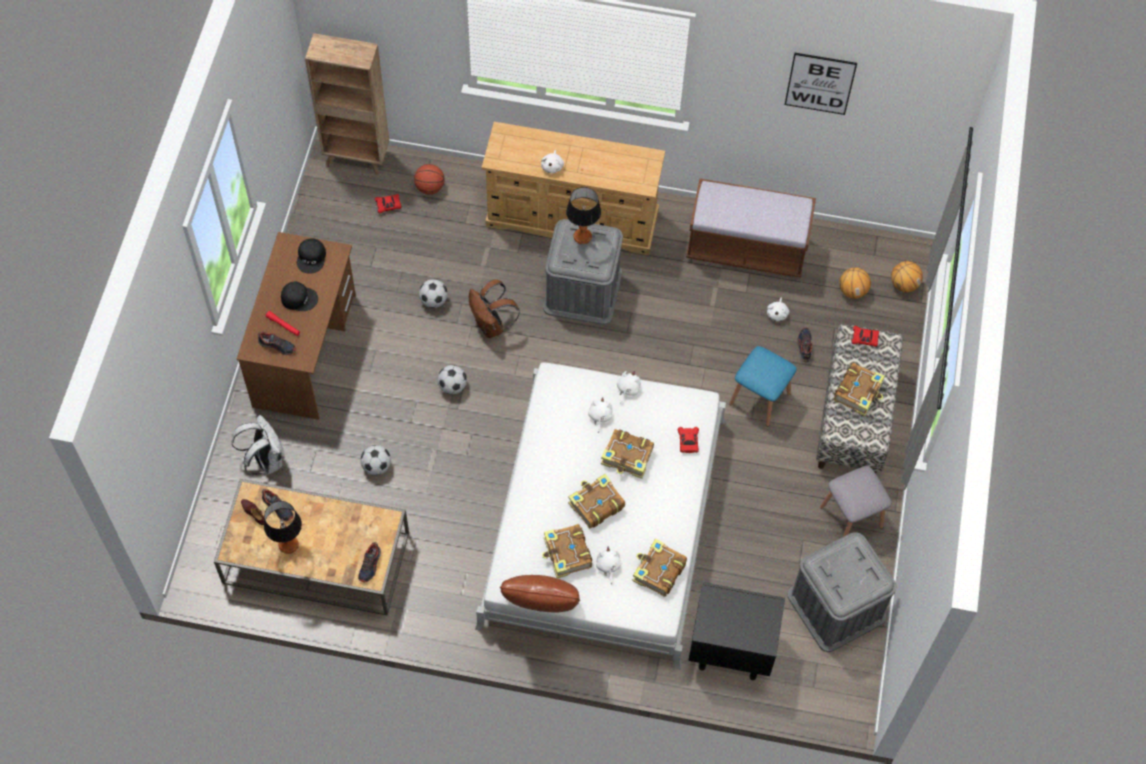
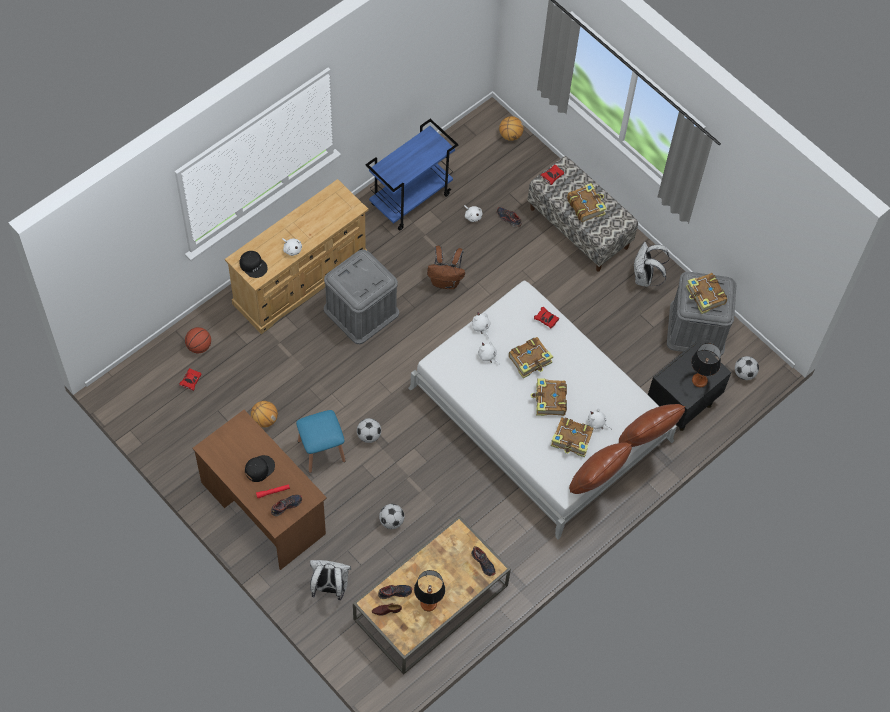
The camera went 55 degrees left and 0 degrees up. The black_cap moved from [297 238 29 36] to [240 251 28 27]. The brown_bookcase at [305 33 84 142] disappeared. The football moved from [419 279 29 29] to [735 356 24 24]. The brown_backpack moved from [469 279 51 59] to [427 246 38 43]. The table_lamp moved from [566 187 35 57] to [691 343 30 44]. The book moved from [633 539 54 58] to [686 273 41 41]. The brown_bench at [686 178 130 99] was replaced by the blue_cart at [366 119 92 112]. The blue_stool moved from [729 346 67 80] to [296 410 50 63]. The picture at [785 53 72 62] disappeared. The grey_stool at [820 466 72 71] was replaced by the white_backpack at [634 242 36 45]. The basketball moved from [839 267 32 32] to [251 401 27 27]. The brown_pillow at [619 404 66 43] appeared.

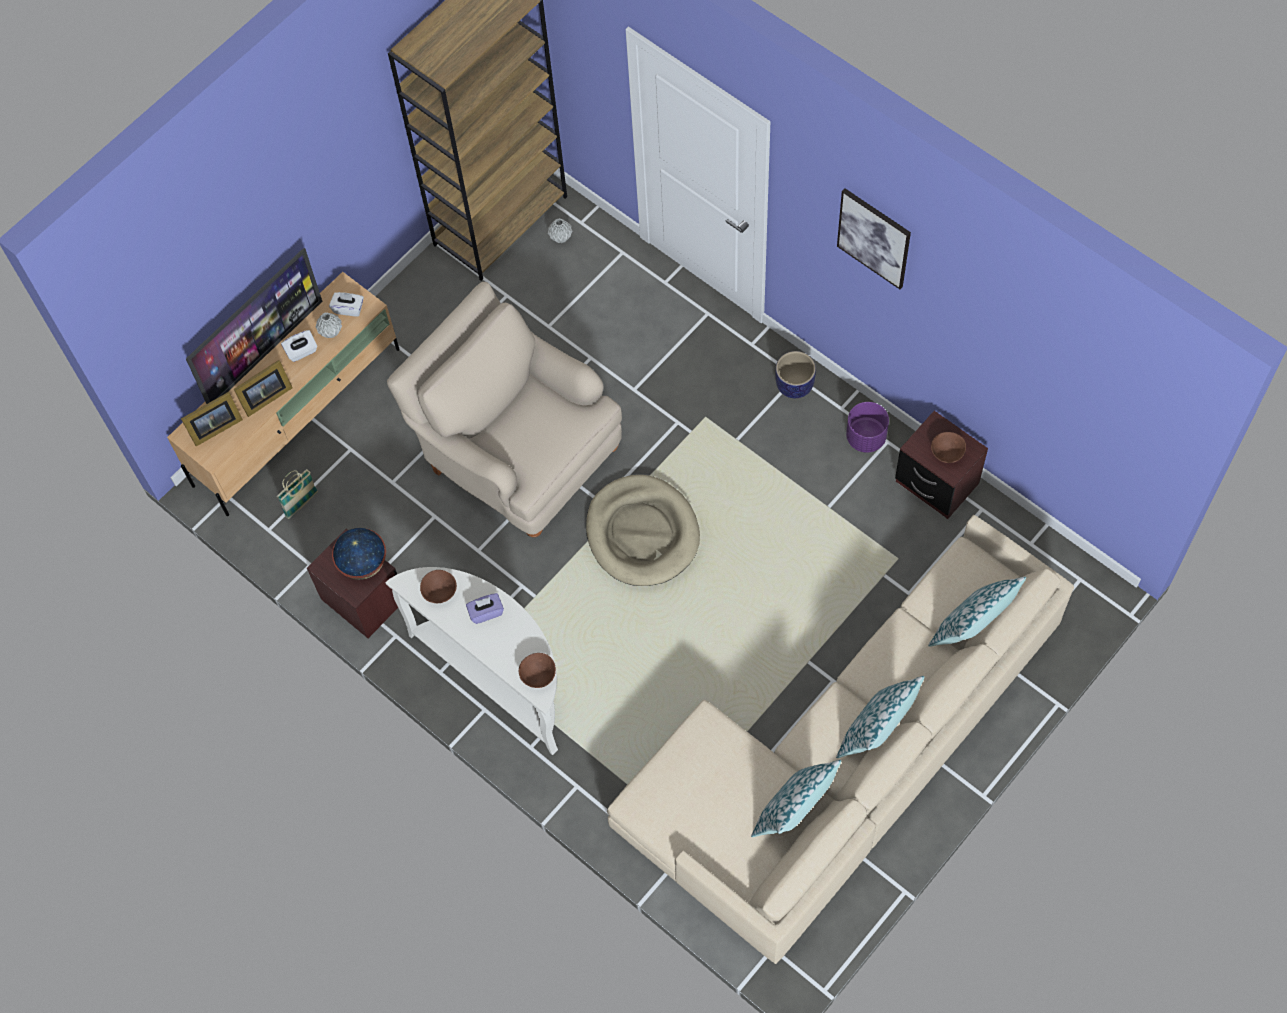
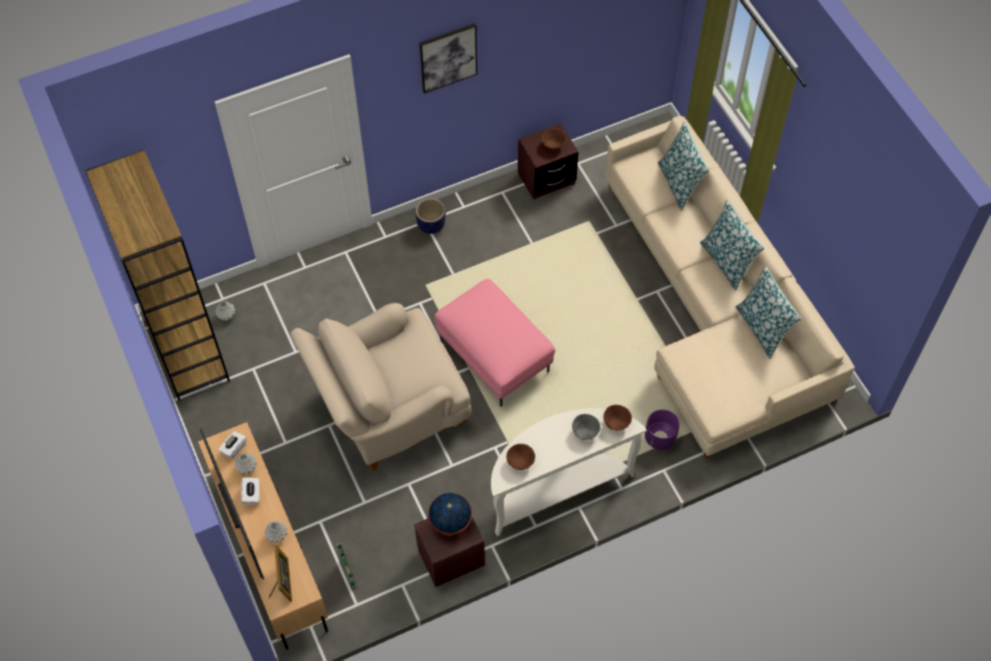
The camera went 70 degrees left and 5 degrees down. The picture_frame at [234 360 59 57] was replaced by the grey_vase at [264 521 23 22]. The purple_tissue_box at [466 593 38 31] disappeared. The beige_dog_bed at [586 475 114 111] was replaced by the pink_ottoman at [435 279 121 128]. The purple_planter moved from [846 402 43 51] to [645 410 35 40]. The grey_bowl at [572 414 29 26] appeared.

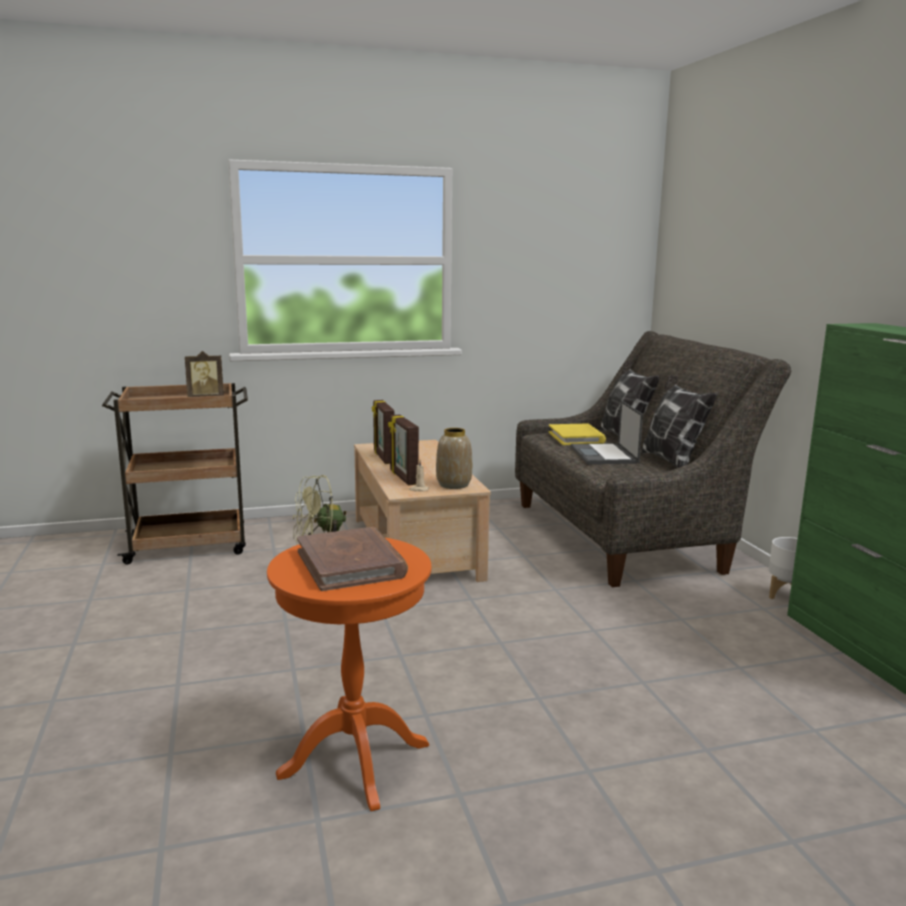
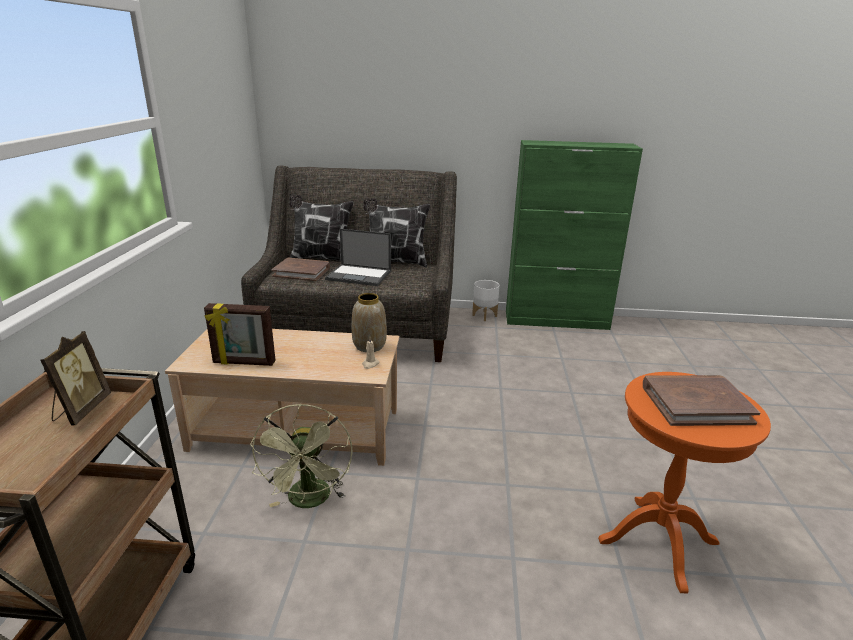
The camera went 70 degrees left and 10 degrees up. The picture_frame at [388 415 31 70] disappeared. The yellow_book at [548 424 58 21] became the brown_book at [271 258 59 23].

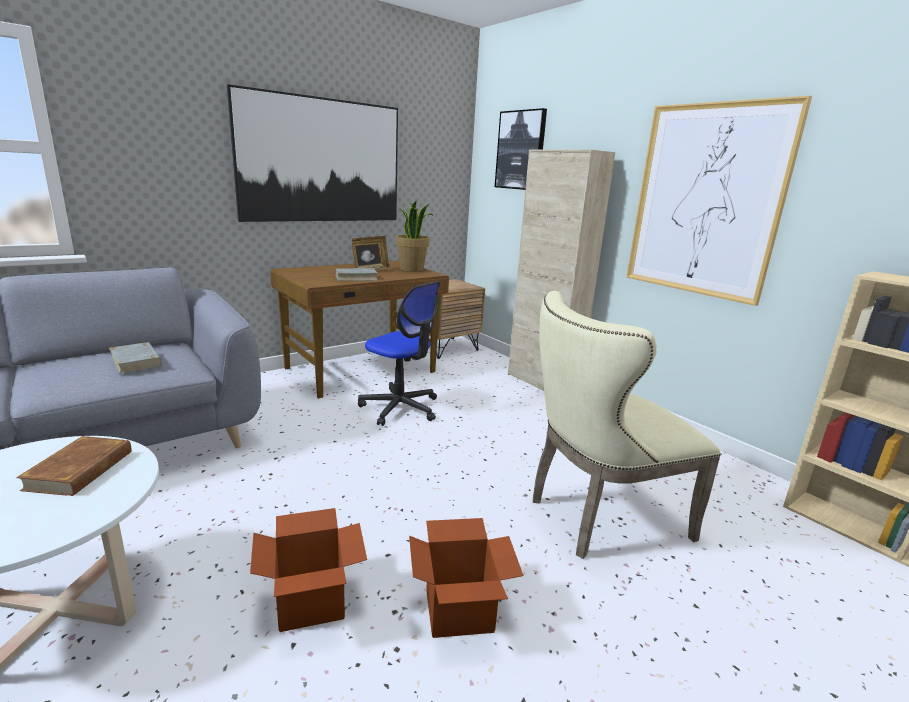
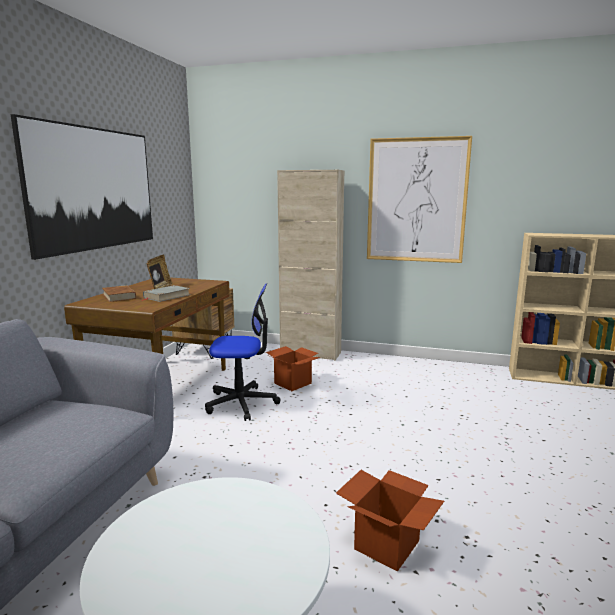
The camera went 35 degrees left and 5 degrees down. The brown_book moved from [16 436 116 60] to [102 285 34 17]. The grey_book at [109 342 53 32] disappeared. The potted_plant at [396 201 38 71] disappeared. The cardboard_box moved from [409 518 115 120] to [266 346 55 45]. The picture at [495 108 52 82] disappeared. The beige_chair at [533 291 188 268] disappeared.

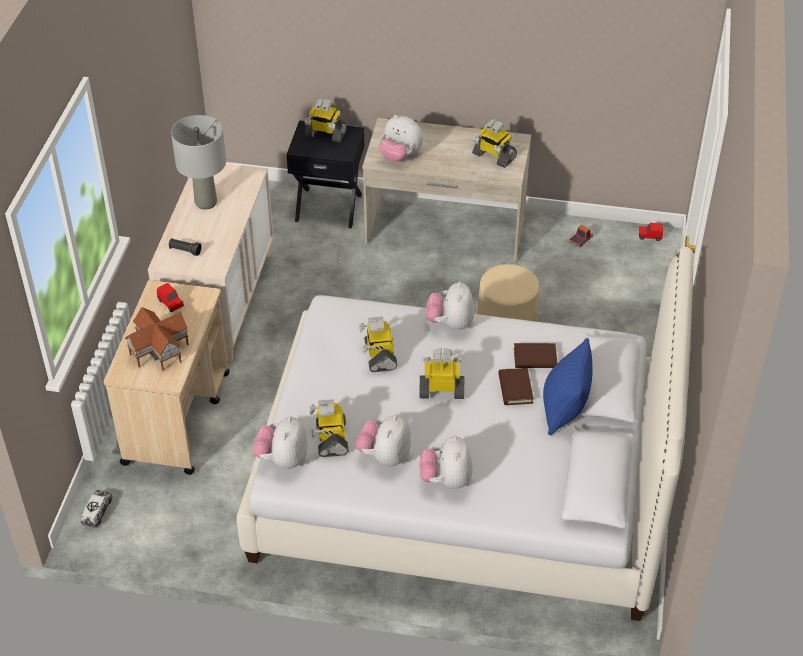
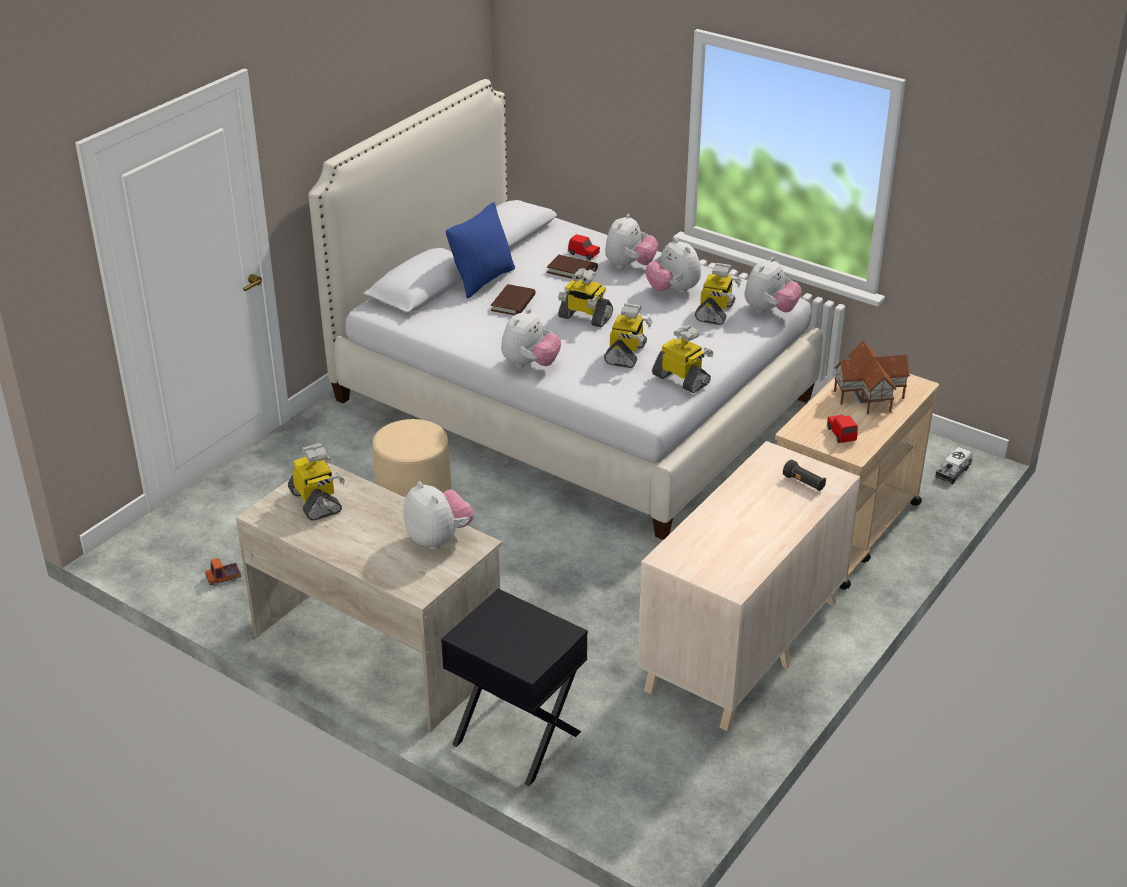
The camera went 155 degrees left and 10 degrees down. The grey_table_lamp at [171 115 55 95] disappeared. The toy_robot moved from [305 98 42 44] to [652 325 61 68]. The plush_toy at [356 415 55 51] turned 105 degrees clockwise. The brown_book moved from [514 343 43 25] to [547 255 51 24]. The red_toy_car moved from [639 223 24 18] to [568 234 32 26].

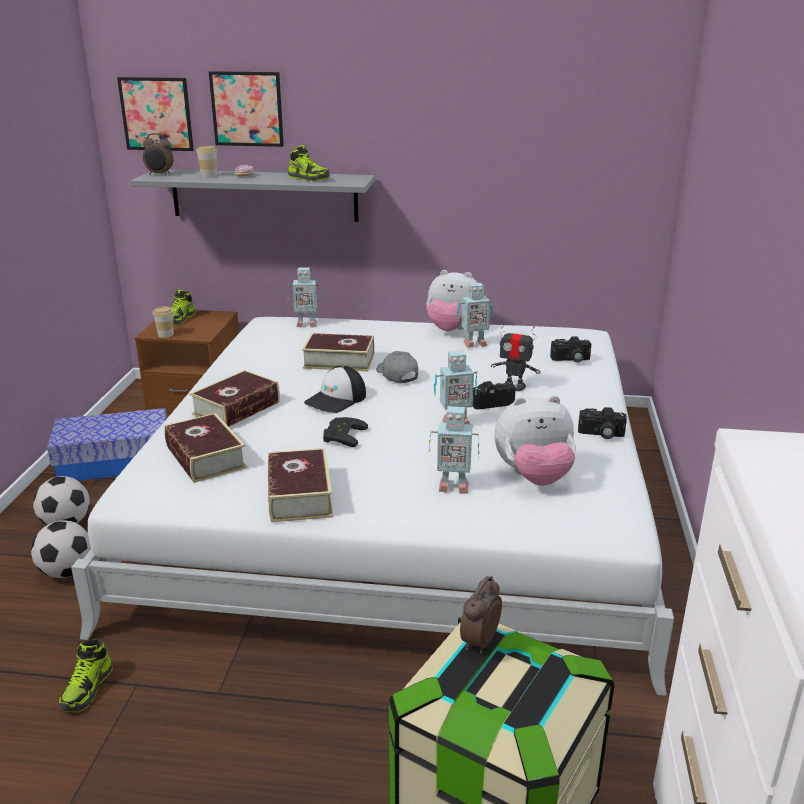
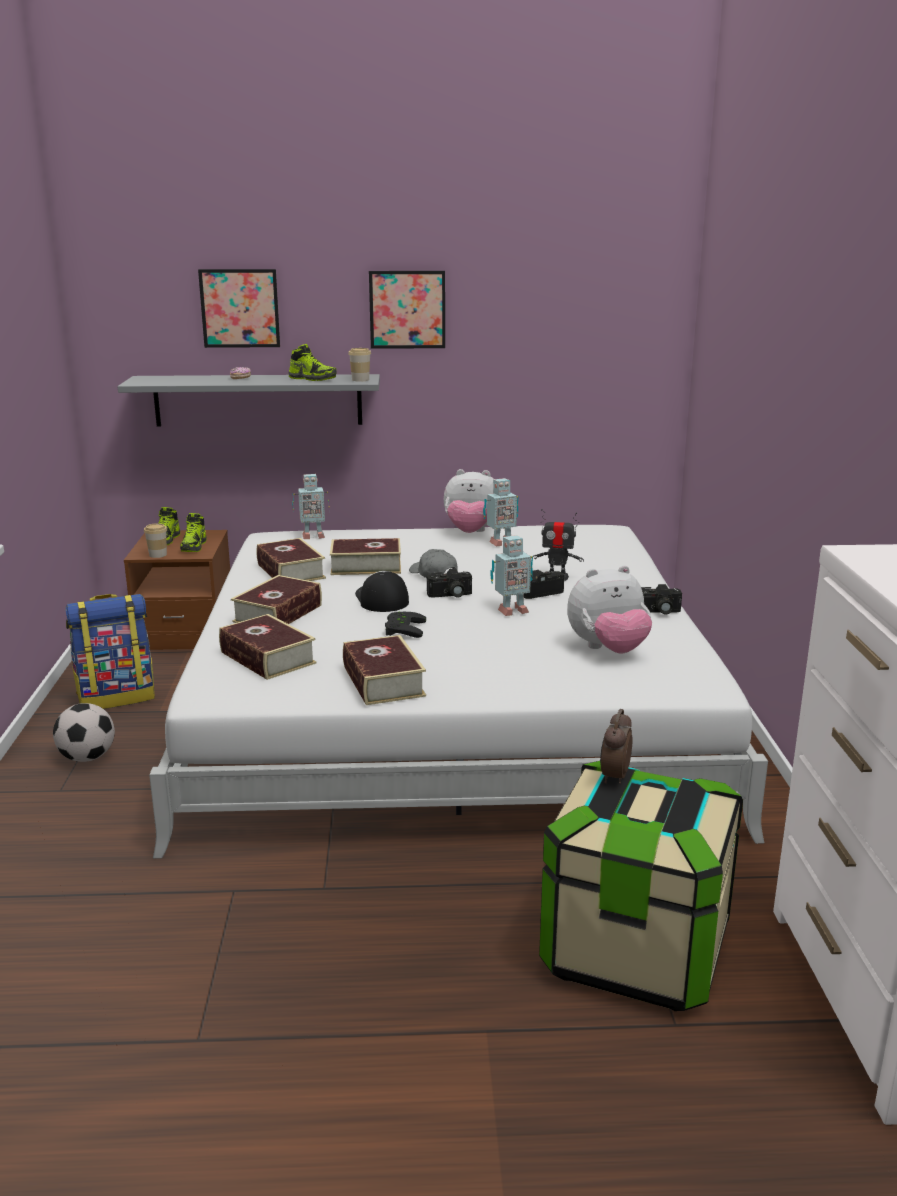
The camera went 10 degrees left and 5 degrees down. The football at [31 520 60 58] disappeared. The storage_box at [47 408 120 73] was replaced by the backpack at [65 594 90 115]. The shoe moved from [59 638 54 74] to [180 513 27 39]. The picture moved from [117 77 77 74] to [369 271 76 78]. The alarm_clock at [143 133 31 43] disappeared. The cup moved from [196 146 22 31] to [348 348 23 33]. The cap at [304 366 62 47] turned 135 degrees clockwise. The toy_robot at [429 406 50 88] disappeared. The photo_camera moved from [550 336 41 26] to [427 568 45 30]. The book at [256 538 70 43] appeared.

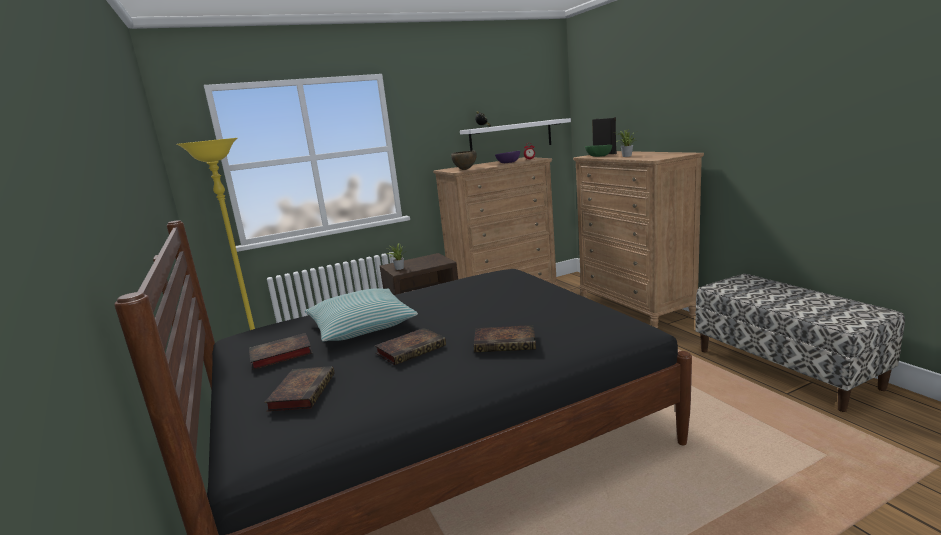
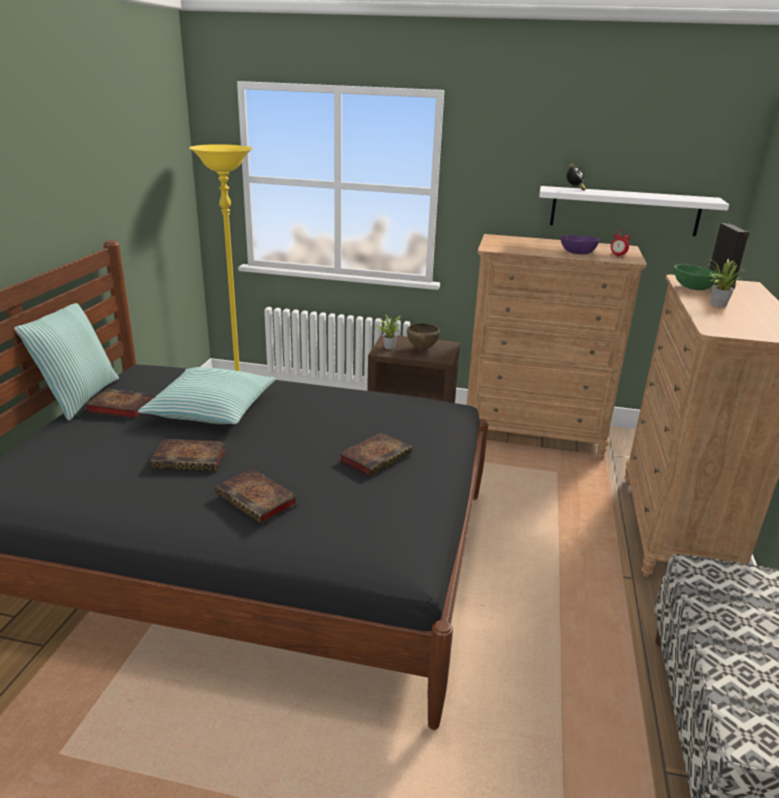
The camera went 35 degrees right and 10 degrees up. The book moved from [265 366 69 45] to [339 432 73 45]. The brown_bowl moved from [451 151 26 19] to [407 323 33 27]. The pillow at [14 303 105 118] appeared.

